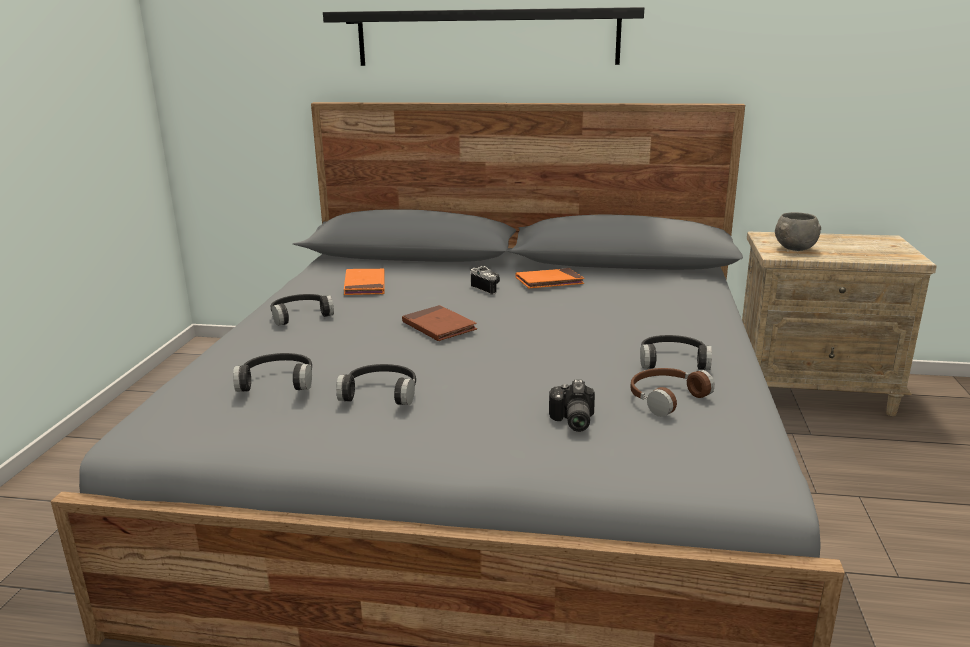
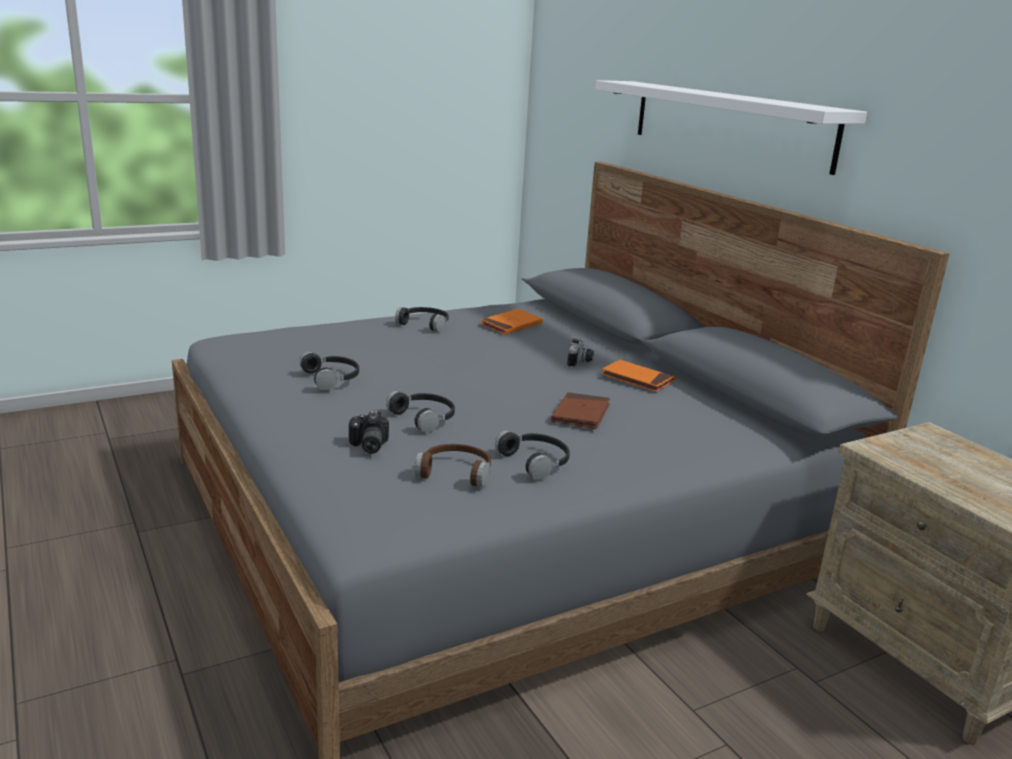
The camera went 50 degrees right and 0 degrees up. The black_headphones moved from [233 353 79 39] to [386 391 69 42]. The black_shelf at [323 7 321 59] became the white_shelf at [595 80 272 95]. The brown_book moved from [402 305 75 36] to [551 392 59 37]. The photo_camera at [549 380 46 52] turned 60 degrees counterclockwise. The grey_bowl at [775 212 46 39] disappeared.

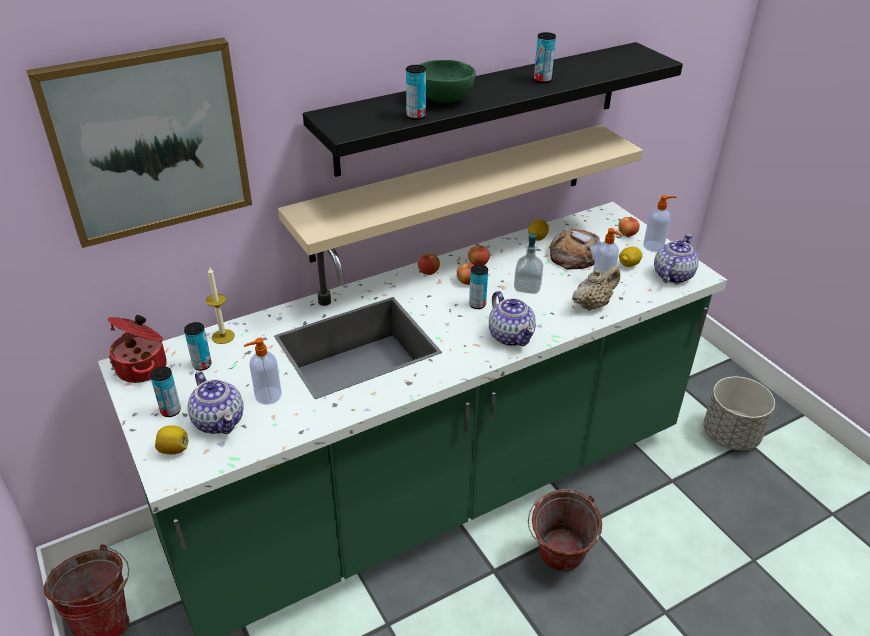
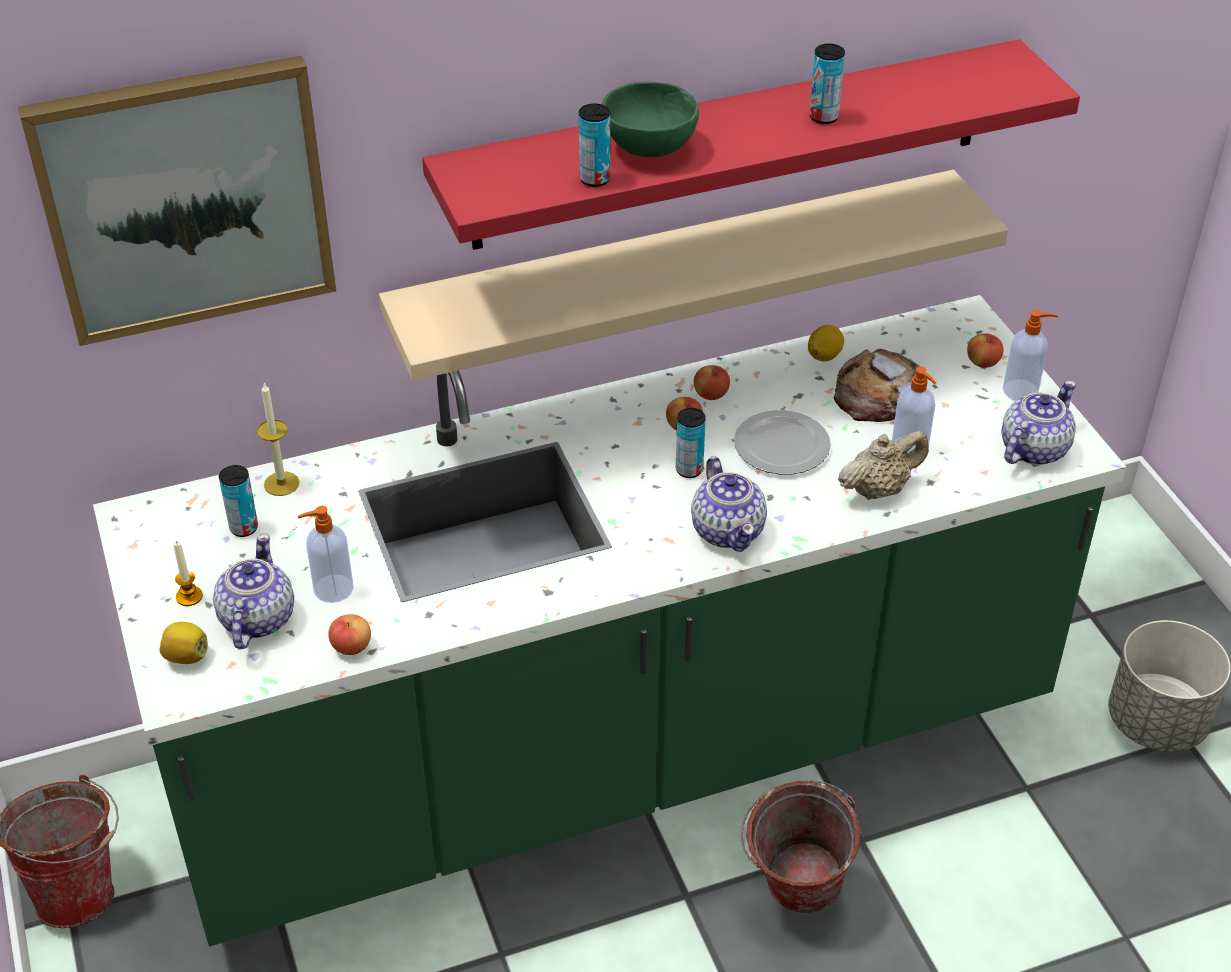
The camera went 10 degrees right and 5 degrees up. The cooking_pot at [108 315 59 68] disappeared. The can at [150 366 31 51] was replaced by the candle at [173 541 30 65]. The teapot at [187 371 57 63] turned 150 degrees counterclockwise. The black_shelf at [303 42 380 135] became the red_shelf at [422 39 658 211]. The apple moved from [418 254 22 21] to [328 614 43 41]. The soap_dispenser at [514 233 29 61] was replaced by the plate at [734 410 97 65]. The lemon at [619 247 23 20] disappeared.

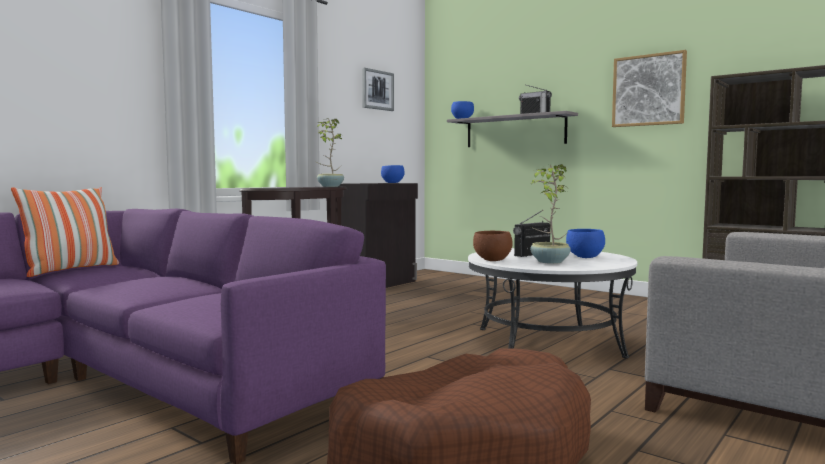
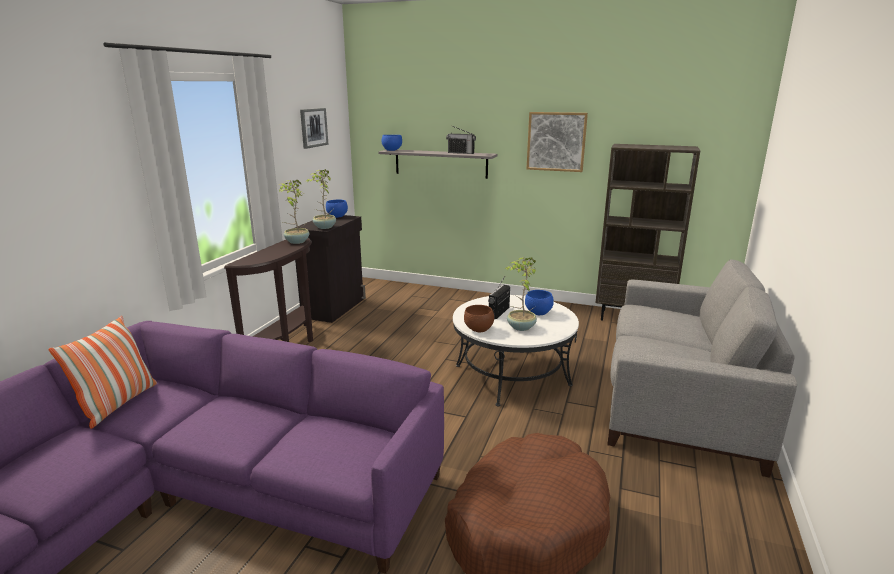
The camera went 20 degrees left and 15 degrees up. The potted_plant at [305 169 31 60] appeared.

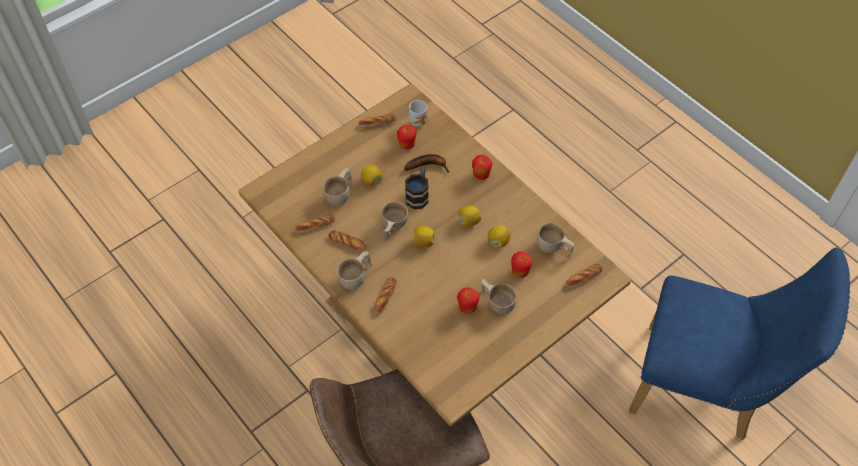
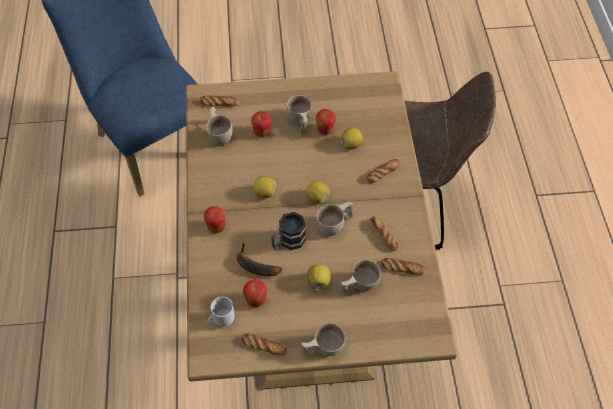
The camera went 145 degrees left and 0 degrees up. The beige_cup moved from [337 251 35 39] to [300 323 46 33]. The lemon moved from [488 225 22 23] to [341 128 22 21].

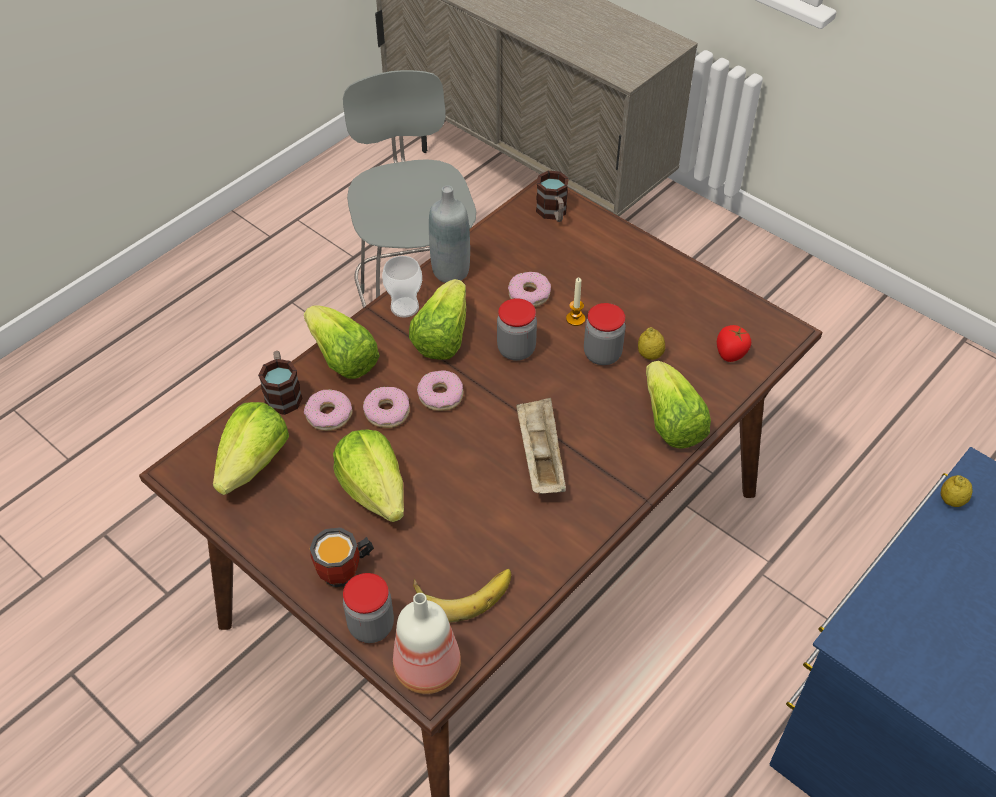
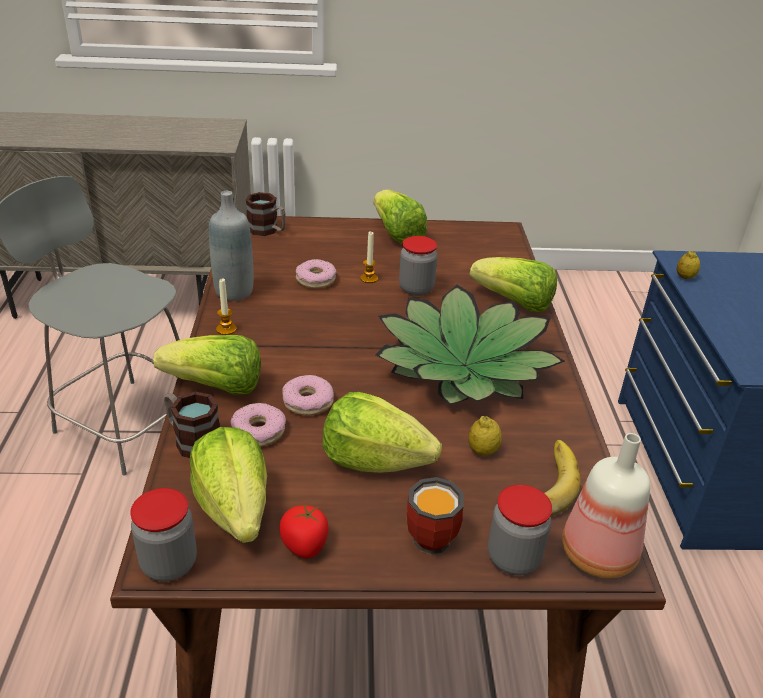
The camera went 45 degrees left and 15 degrees down. The cup at [382 256 40 62] was replaced by the candle at [216 278 21 57]. The lettuce moved from [409 279 57 81] to [373 190 54 54]. The donut at [417 370 47 41] disappeared. The jar moved from [497 298 40 63] to [130 488 67 93]. The beige_tray at [516 398 50 96] was replaced by the potted_plant at [376 285 189 120]. The lemon moved from [638 327 27 33] to [468 416 34 40]. The tomato moved from [717 325 34 37] to [279 505 49 54].

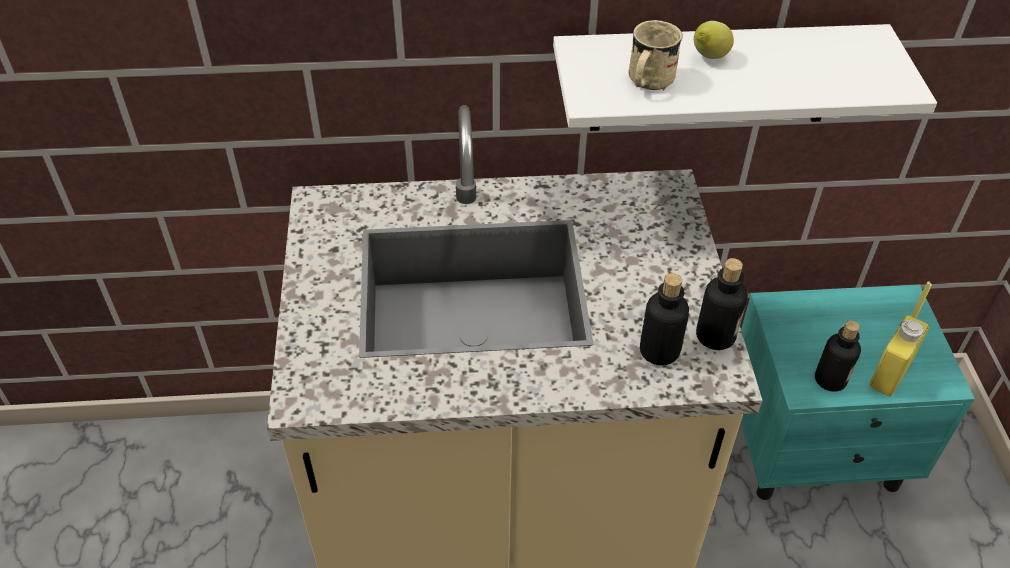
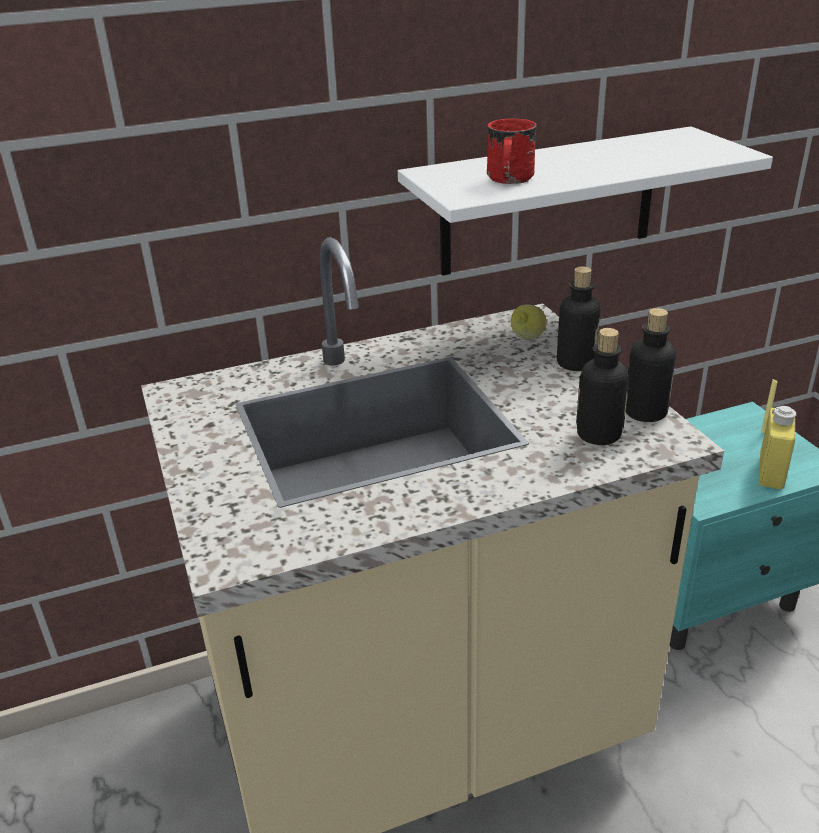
The camera went 15 degrees left and 15 degrees down. The beige_mug at [628 20 55 71] became the red_mug at [487 119 50 65]. The lemon moved from [694 21 40 38] to [511 305 36 35]. The bottle moved from [815 320 46 72] to [557 266 44 105].

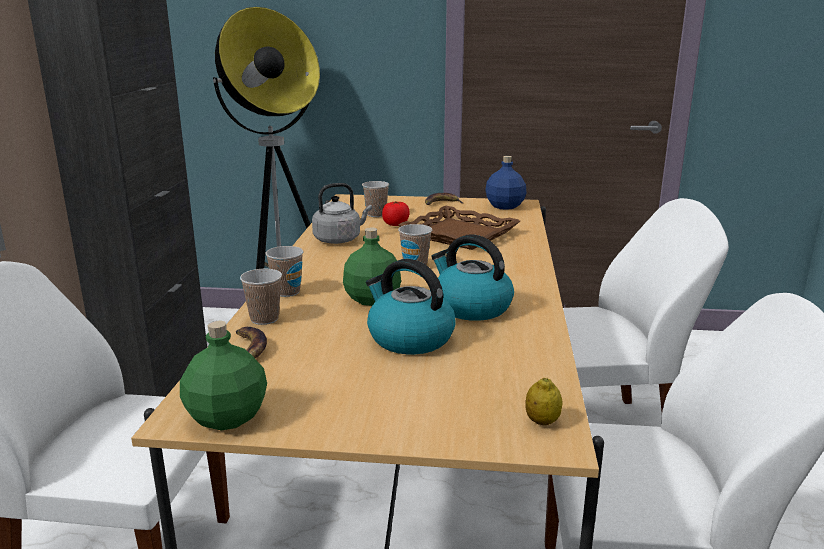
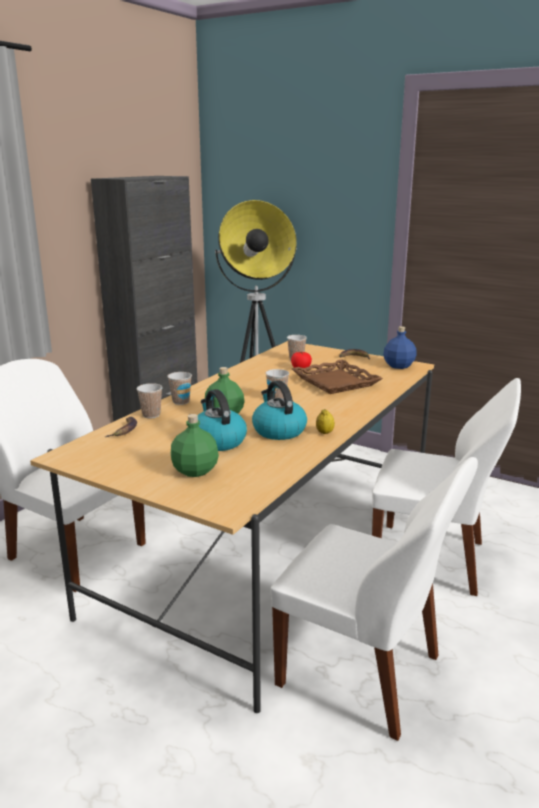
The camera went 25 degrees right and 0 degrees up. The green_bottle moved from [180 321 87 109] to [171 414 48 63]. The grey_kettle at [312 183 60 61] disappeared. The lemon moved from [525 378 37 47] to [316 409 19 25].

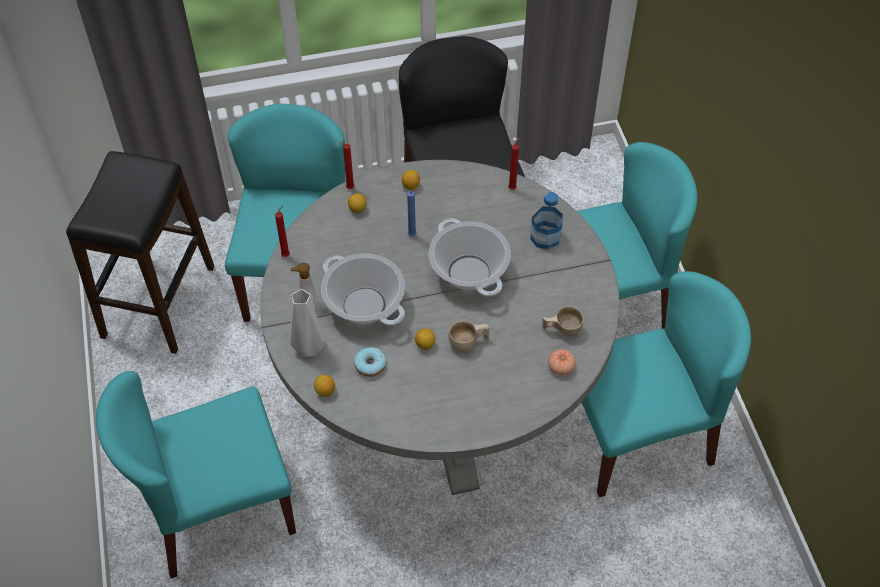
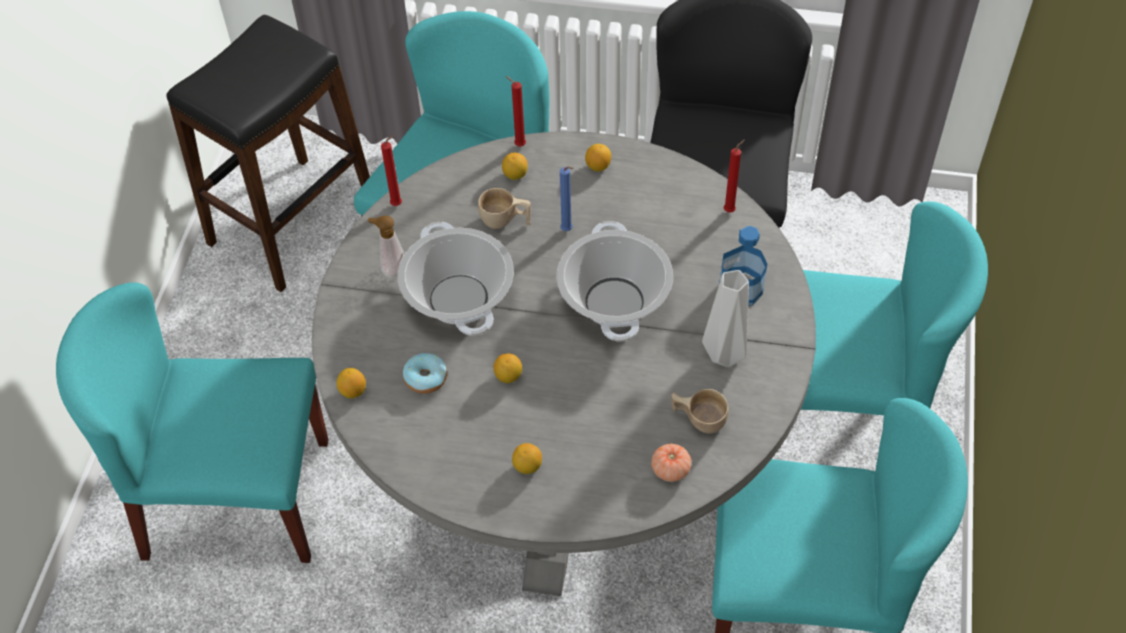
The camera went 25 degrees right and 0 degrees up. The grey_vase moved from [290 289 34 68] to [702 270 47 97]. The beige_cup moved from [449 321 40 32] to [478 188 53 41]. The lemon at [512 443 30 31] appeared.

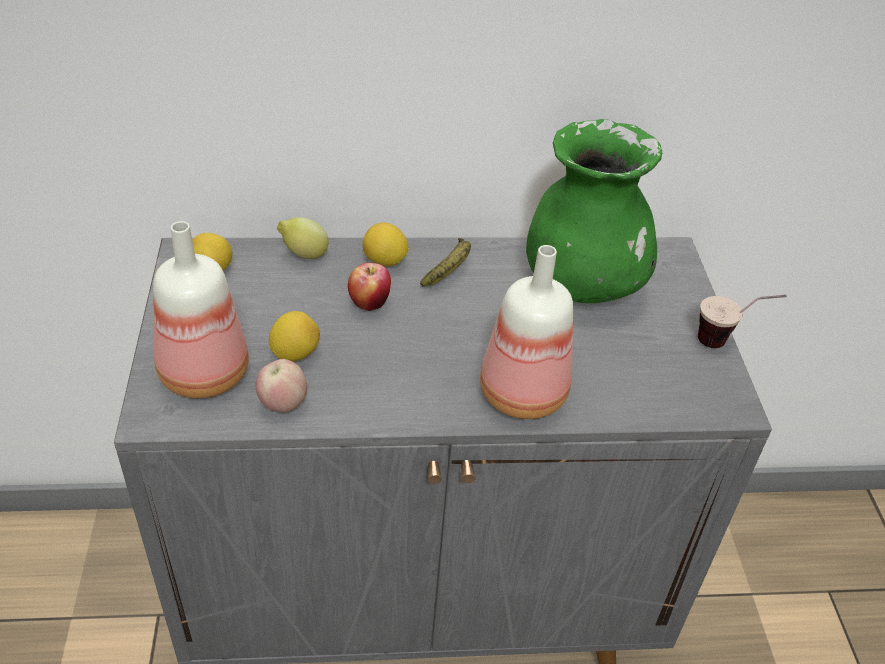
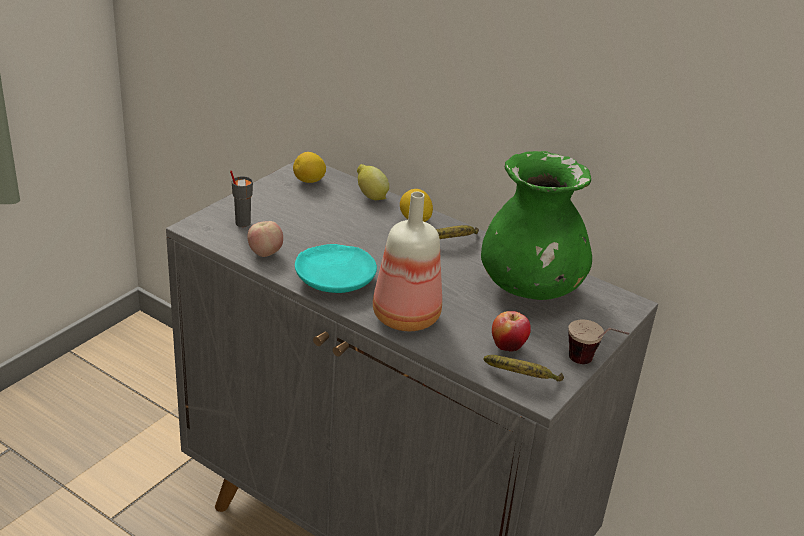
The camera went 40 degrees right and 10 degrees down. The bottle at [153 221 96 177] was replaced by the grey_cup at [230 170 23 57]. The lemon at [269 311 51 50] disappeared. The apple moved from [348 263 43 48] to [492 311 39 41]. The turquoise_plate at [295 244 82 49] appeared. The banana at [483 355 81 26] appeared.

